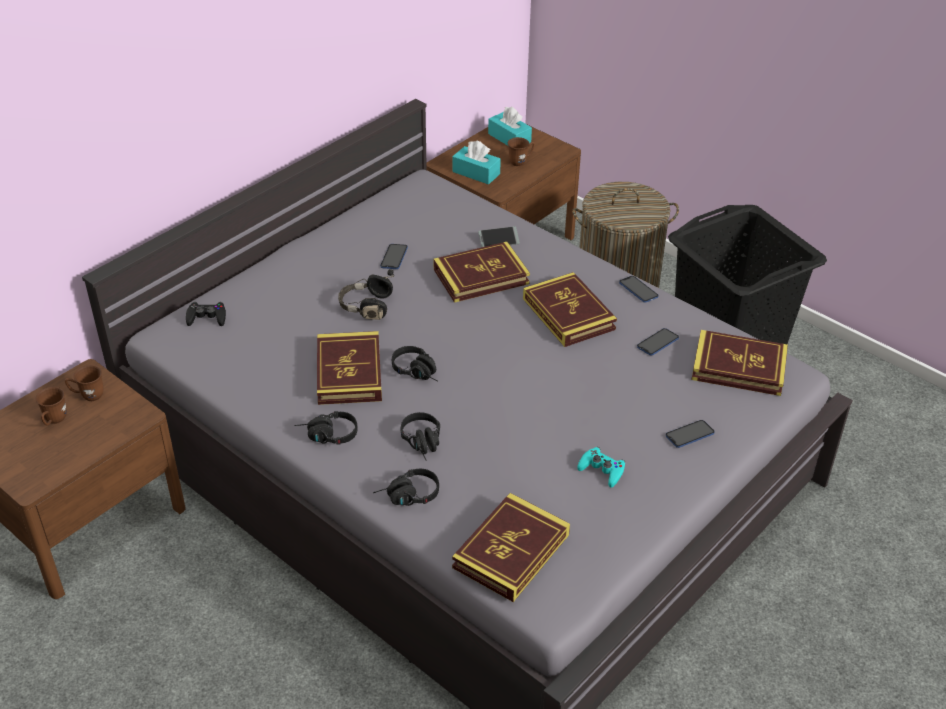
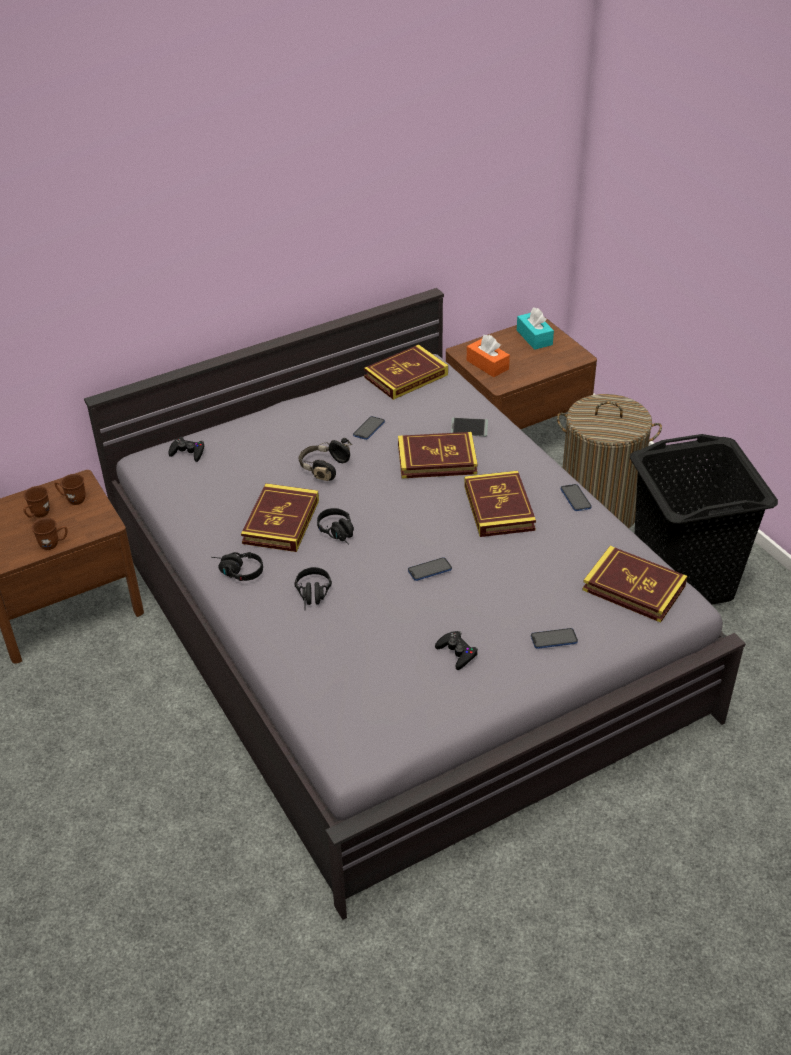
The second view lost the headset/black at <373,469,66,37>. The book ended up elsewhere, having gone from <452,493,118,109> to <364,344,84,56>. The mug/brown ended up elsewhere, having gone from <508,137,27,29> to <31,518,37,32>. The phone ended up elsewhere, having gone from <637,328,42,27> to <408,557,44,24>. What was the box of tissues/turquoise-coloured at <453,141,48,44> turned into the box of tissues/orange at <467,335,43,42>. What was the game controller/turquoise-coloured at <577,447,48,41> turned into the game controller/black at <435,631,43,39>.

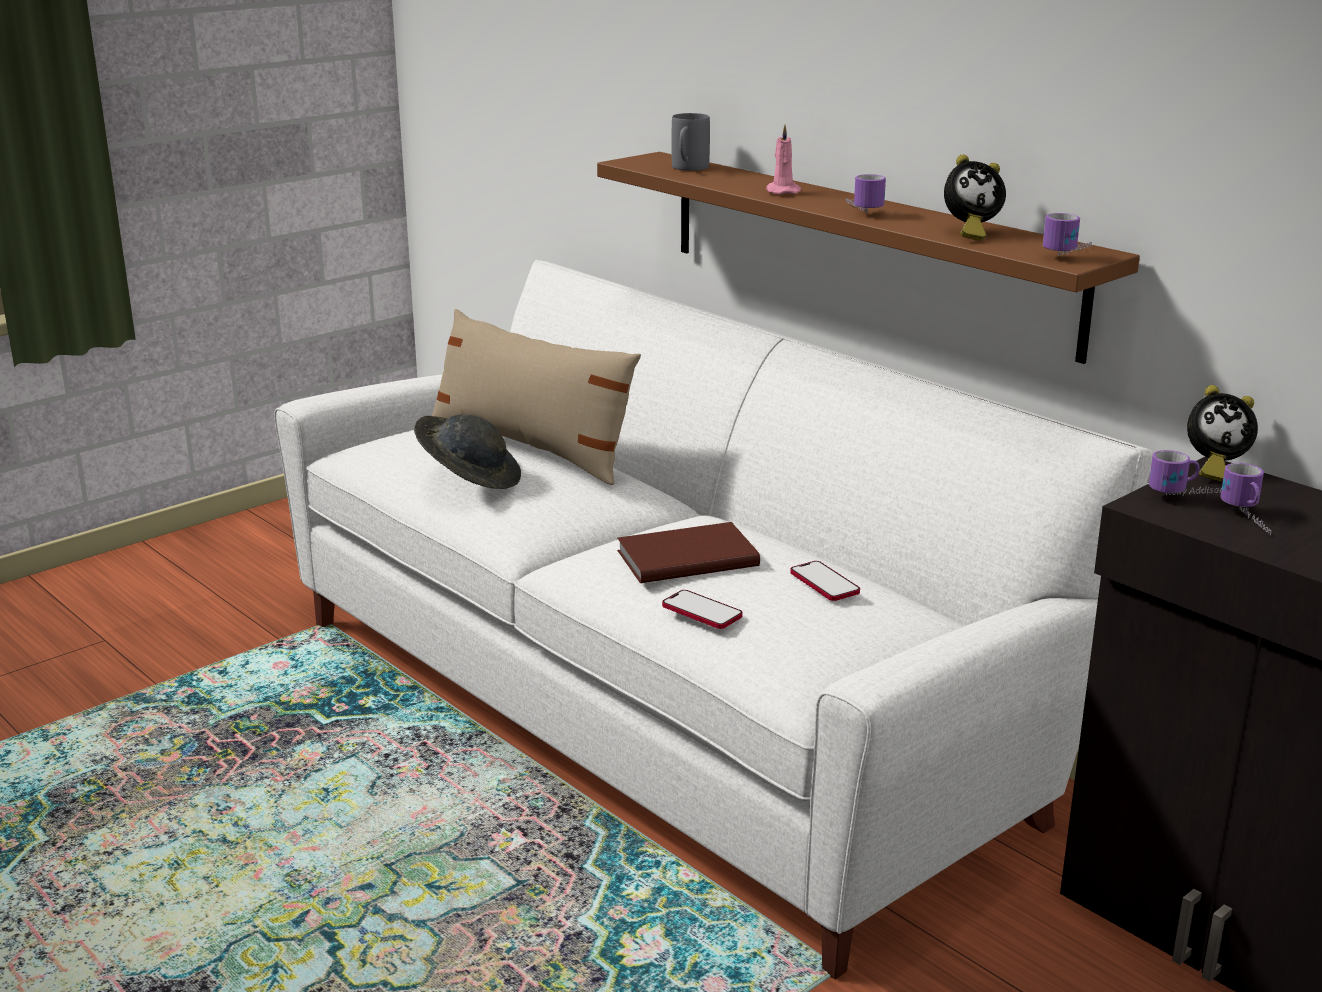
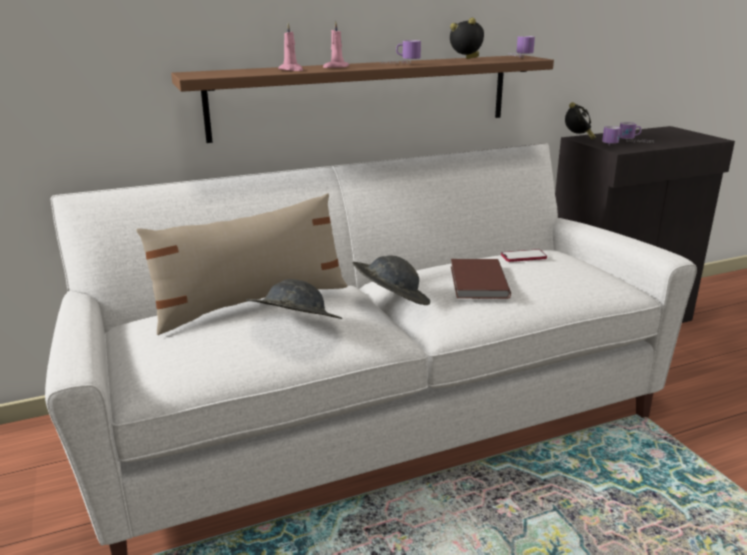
The second view lost the phone at <662,590,81,39>. The second view lost the mug/greyish at <671,113,39,58>. The second view gained the wax candle/pink-coloured at <278,22,25,49>. The second view gained the clothing hat/greyish at <353,255,77,50>. The bedside clock at <944,154,62,86> ended up facing another way, 90 degrees counterclockwise from before.

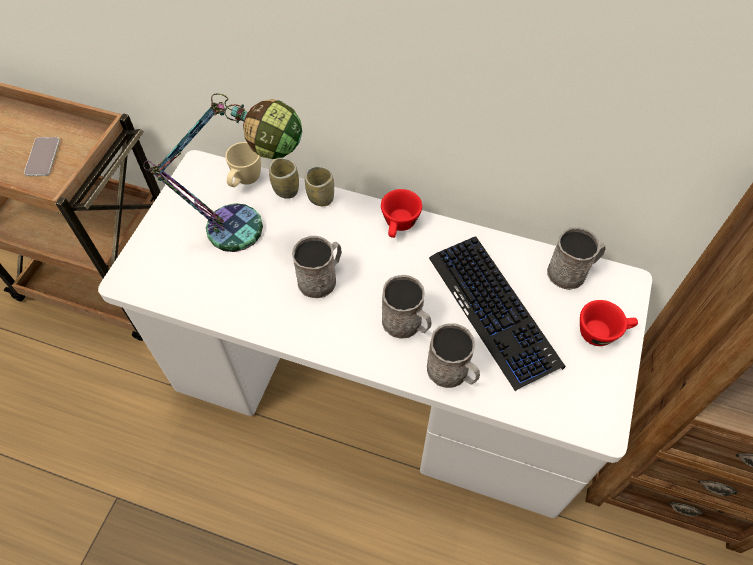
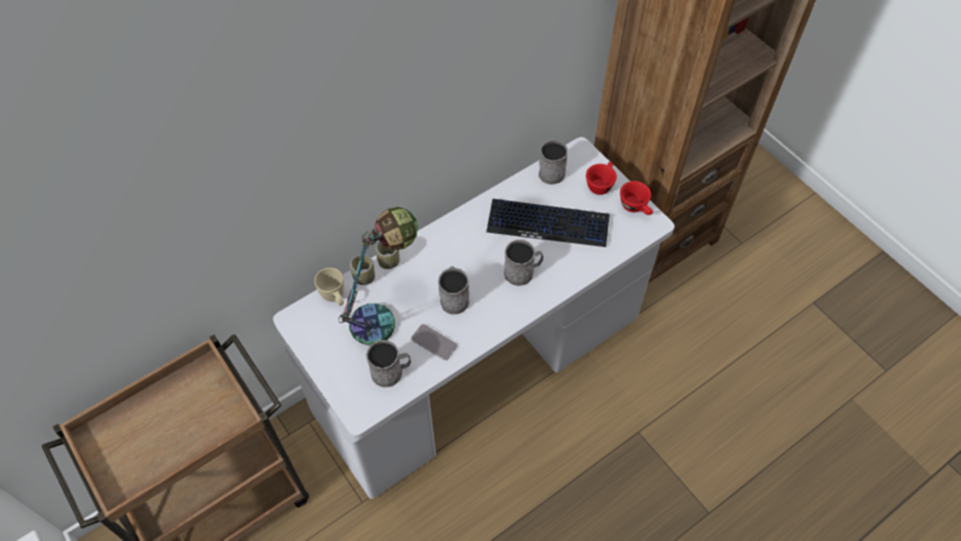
The phone ended up elsewhere, having gone from <24,137,36,39> to <411,324,46,36>. The drinking cup/red ended up elsewhere, having gone from <381,189,41,49> to <620,181,33,34>. The mug/greyish ended up elsewhere, having gone from <427,323,53,65> to <366,340,45,48>.

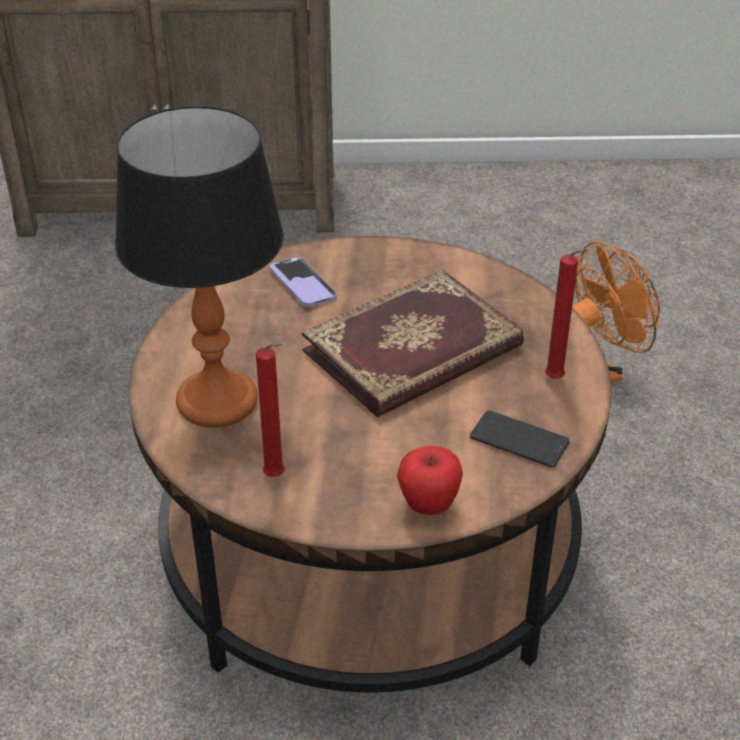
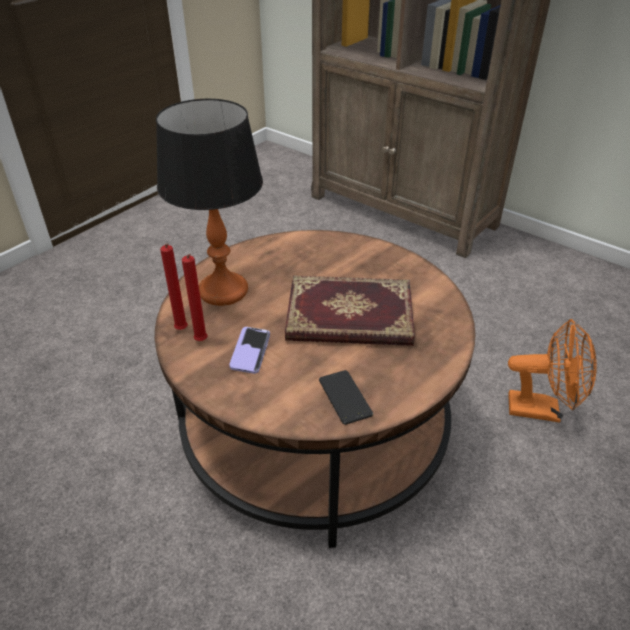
The second view lost the whole apple at <397,446,66,69>. The phone ended up elsewhere, having gone from <270,257,67,49> to <229,327,41,47>. The wax candle/red ended up elsewhere, having gone from <545,249,43,130> to <160,243,28,87>.

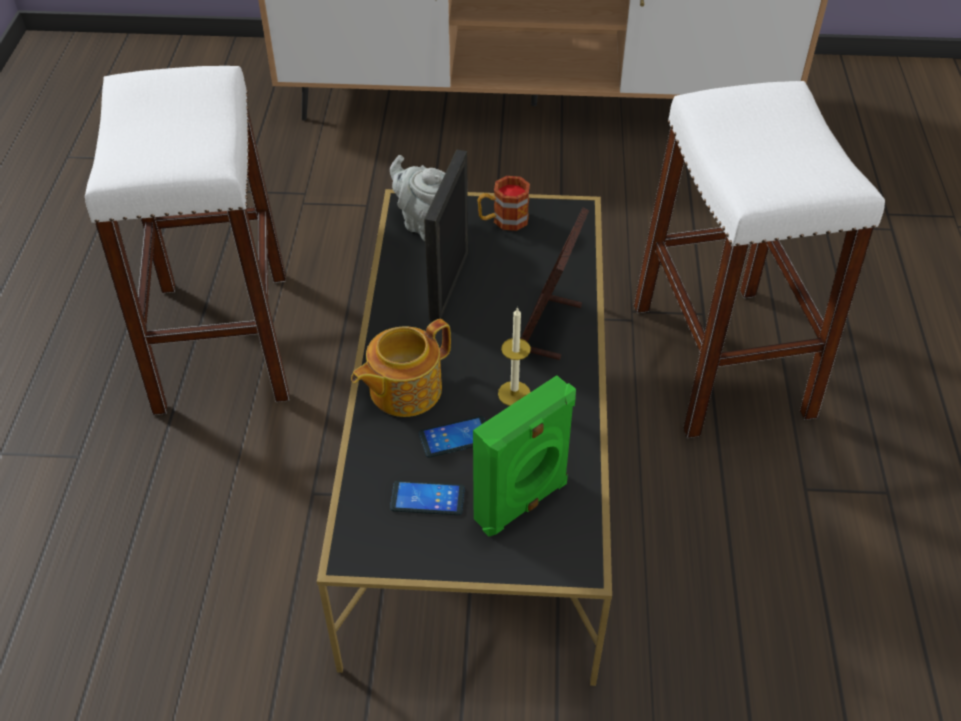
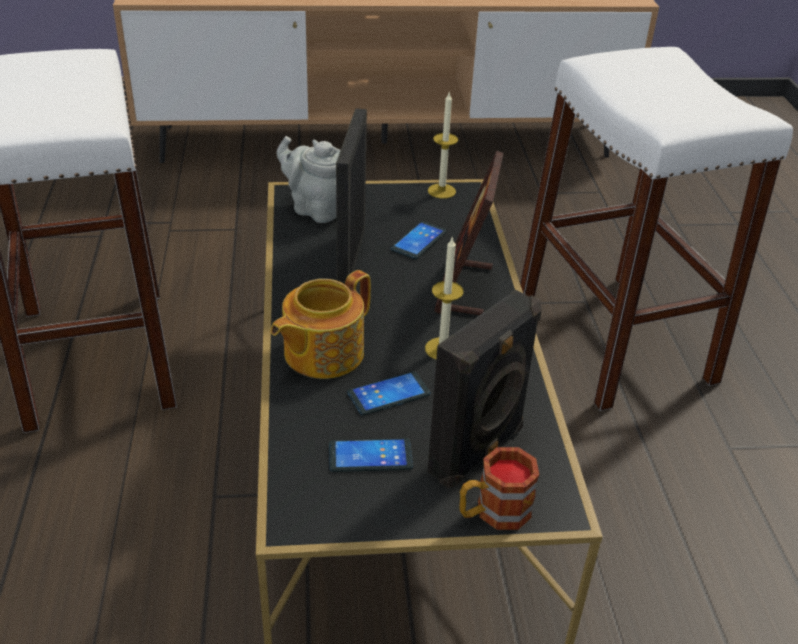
The second view gained the phone at <390,221,57,38>. The second view gained the wax candle at <428,93,30,106>. The mug ended up elsewhere, having gone from <477,176,53,55> to <460,447,79,83>. What was the audio speaker/green at <473,375,103,161> turned into the audio speaker/black at <427,289,115,200>.

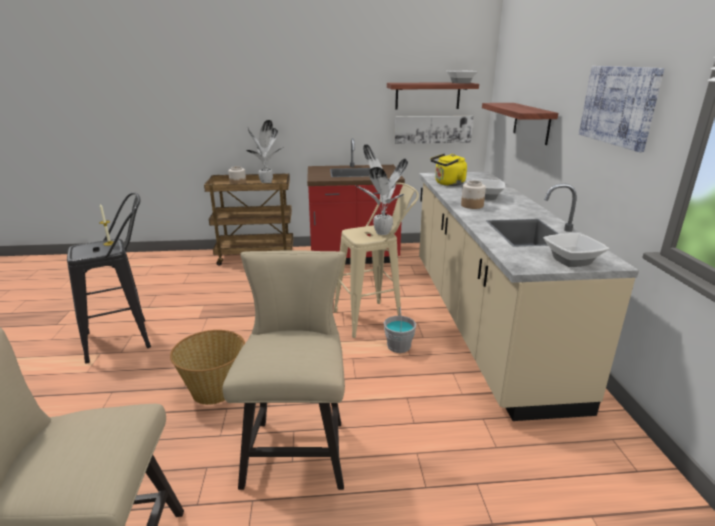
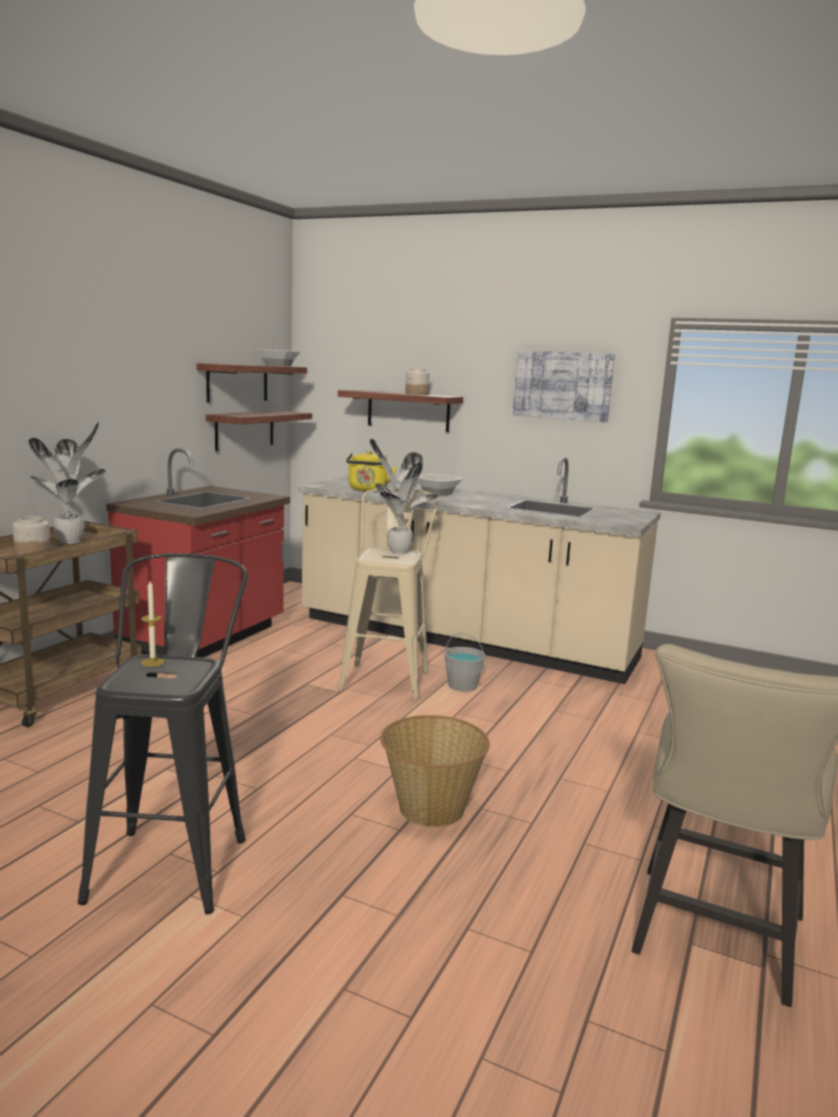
The second view lost the upright chair/sand-coloured at <222,250,123,240>. The second view lost the bowl at <543,233,66,34>. The jar ended up elsewhere, having gone from <461,180,25,29> to <405,368,24,27>. Where the wall picture hung at <394,116,79,28>, the wall shelf came to hang at <205,410,107,41>.

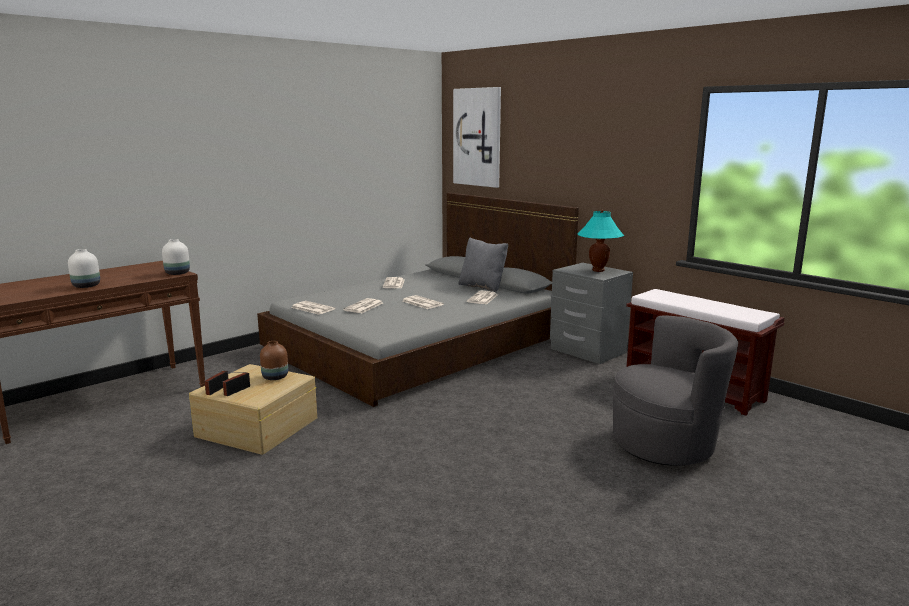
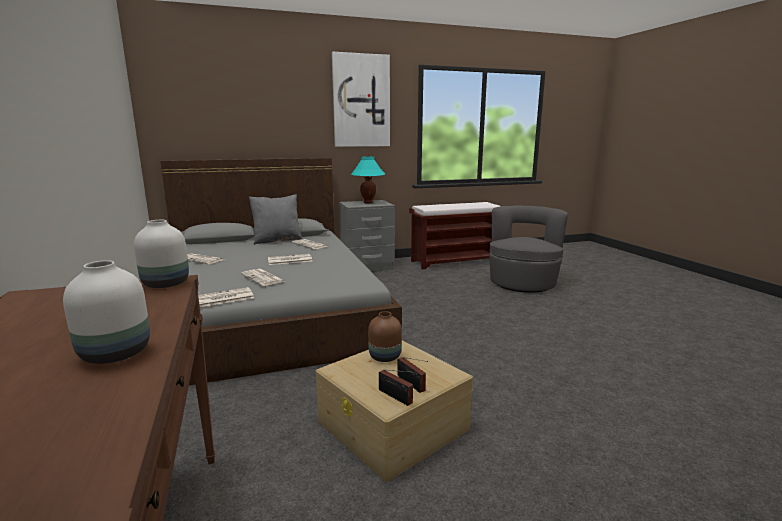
The wall picture ended up elsewhere, having gone from <453,87,48,101> to <332,52,58,95>.

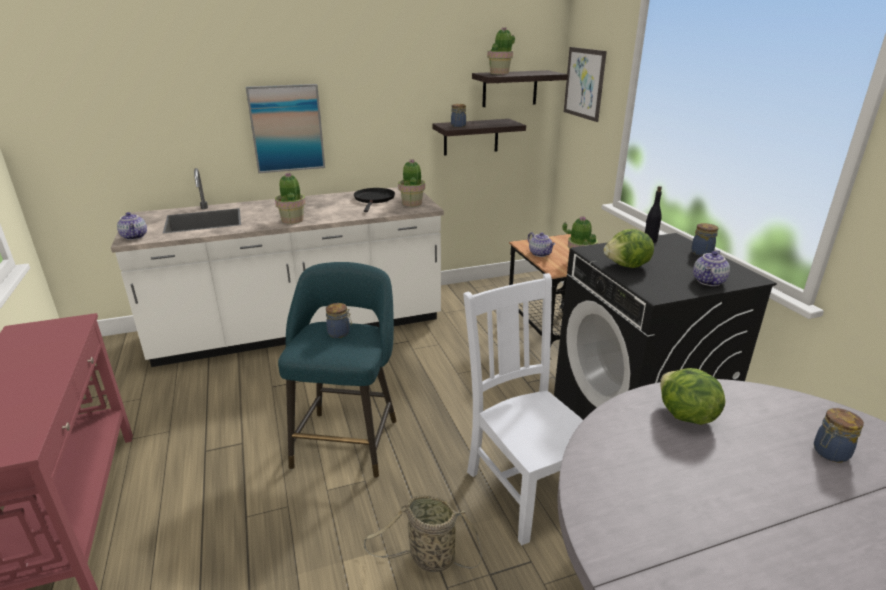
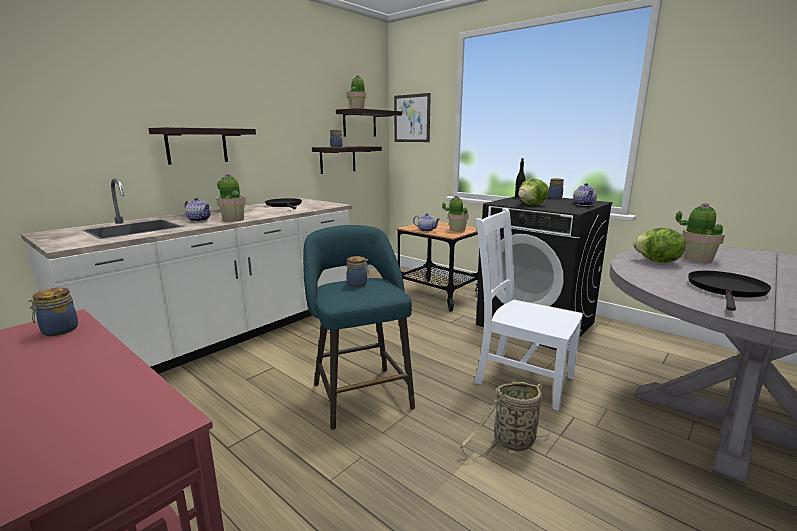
The second view gained the frying pan/black at <688,271,83,40>. The pot for tea ended up elsewhere, having gone from <117,212,30,28> to <185,198,26,24>. The houseplant ended up elsewhere, having gone from <398,159,27,48> to <676,203,49,60>. The jar ended up elsewhere, having gone from <814,408,50,54> to <28,288,50,48>. Where the wall picture hung at <246,84,79,89>, the wall shelf came to hang at <149,127,107,37>.

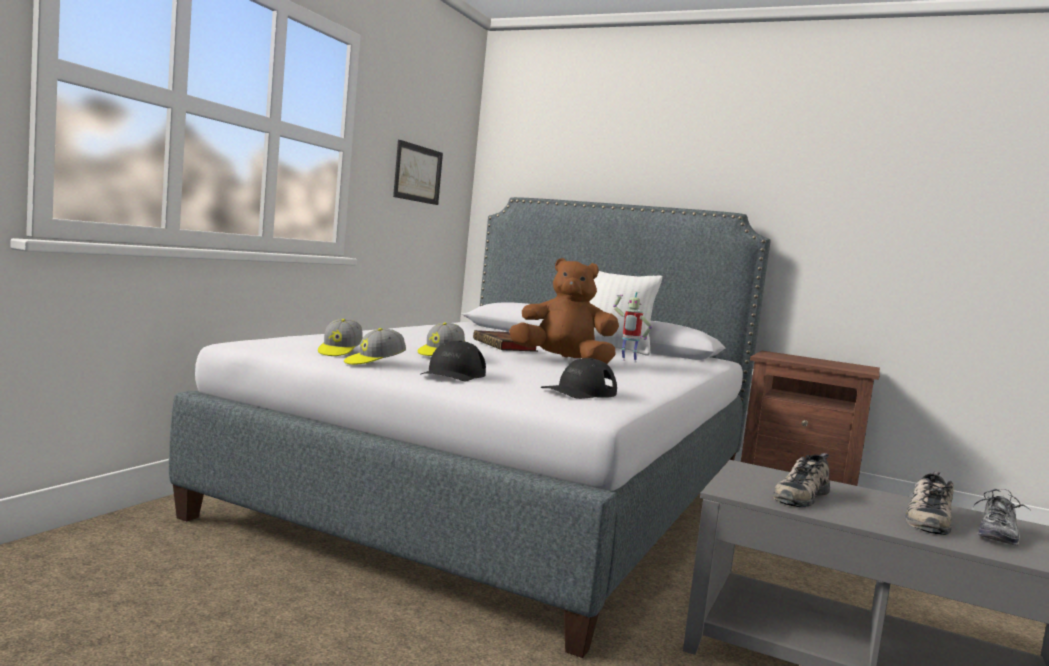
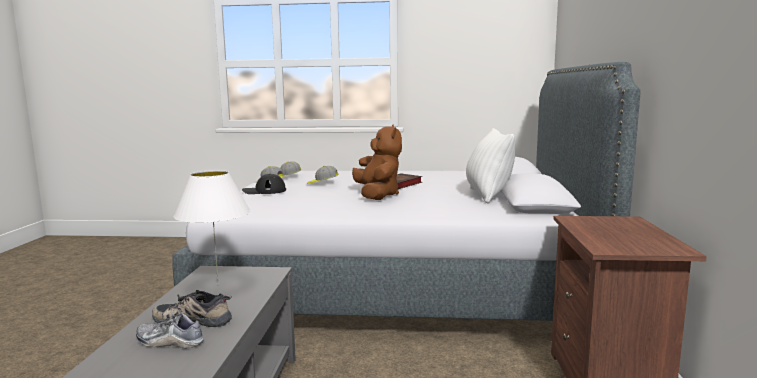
The second view lost the wall picture at <393,140,50,65>. The second view lost the baseball cap/black at <541,358,76,41>. The second view lost the model robot at <613,291,39,72>. Where the shoe stood at <773,453,57,54>, the tabletop lamp/white came to stand at <174,170,76,116>.

